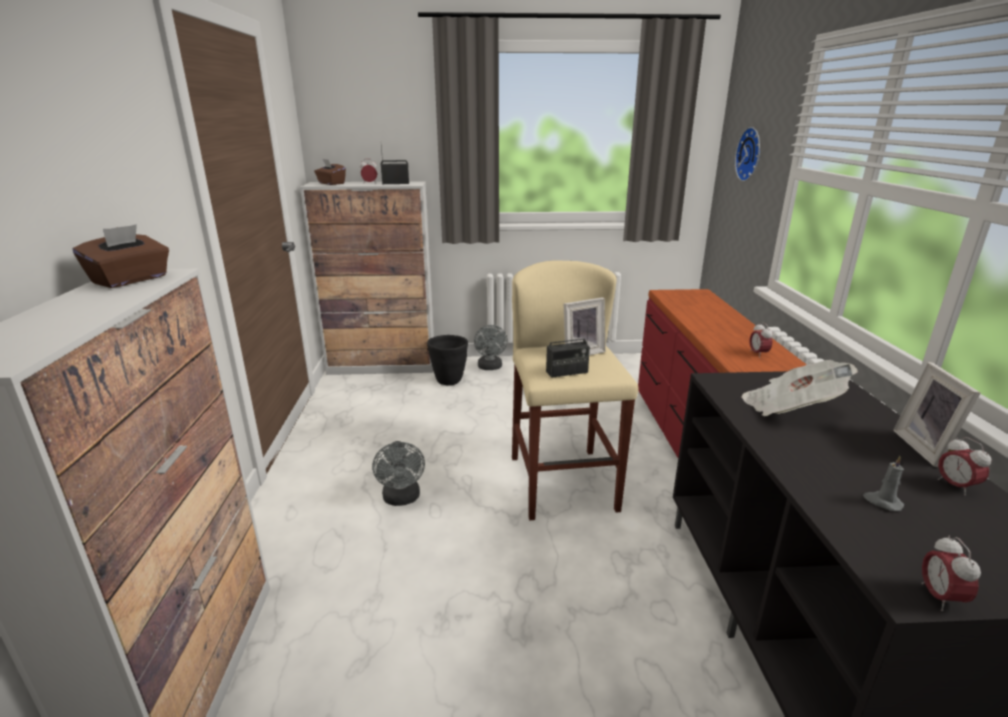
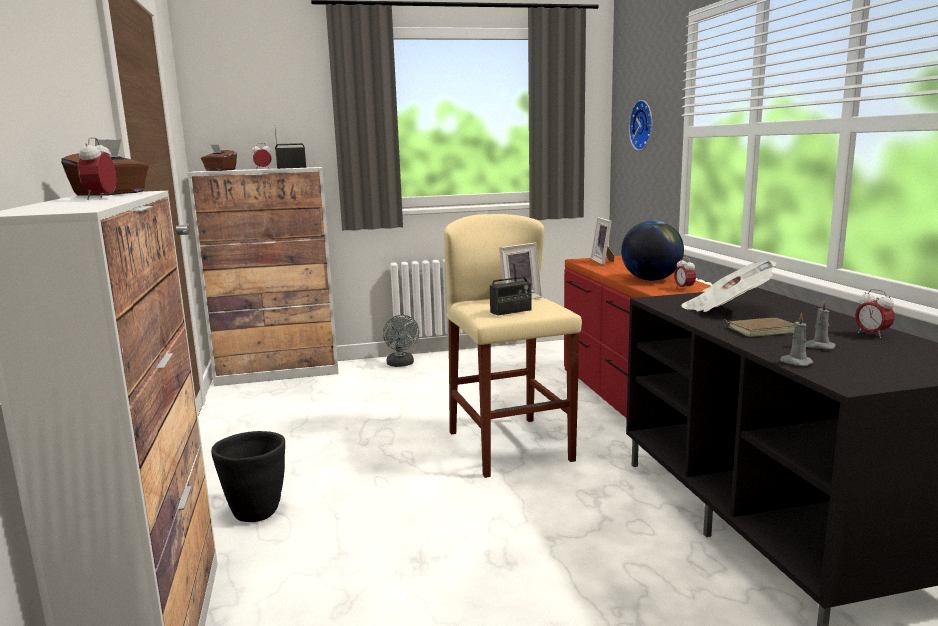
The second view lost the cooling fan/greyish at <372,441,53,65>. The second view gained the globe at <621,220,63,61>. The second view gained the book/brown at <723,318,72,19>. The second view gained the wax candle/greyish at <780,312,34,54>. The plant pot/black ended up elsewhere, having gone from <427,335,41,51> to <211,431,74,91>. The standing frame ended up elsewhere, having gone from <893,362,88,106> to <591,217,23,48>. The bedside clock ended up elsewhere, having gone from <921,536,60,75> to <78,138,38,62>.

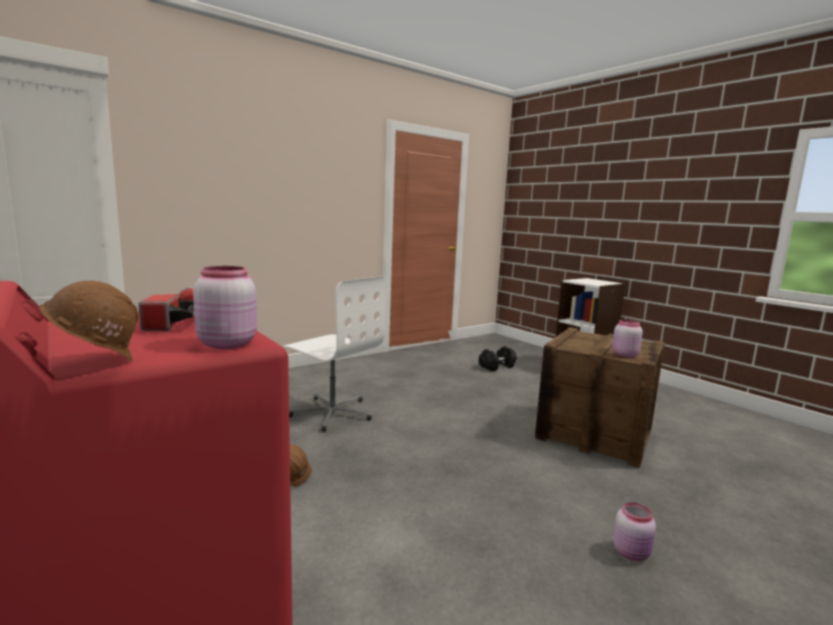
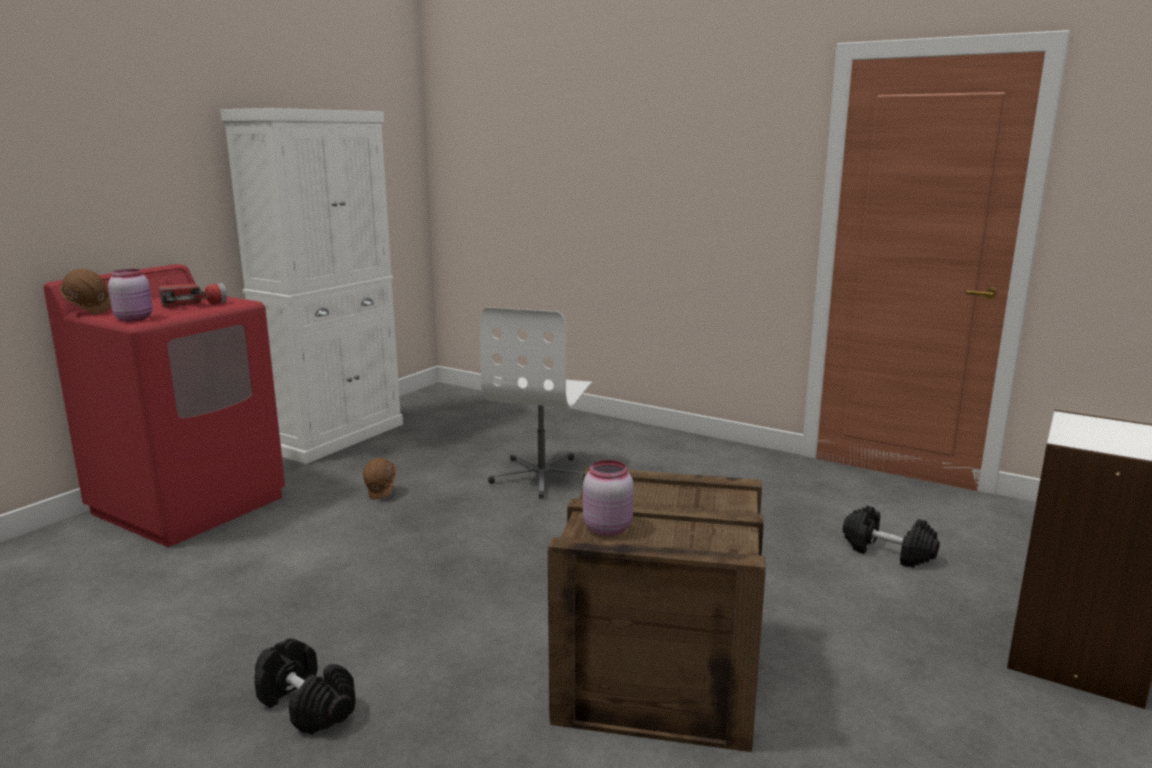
Where the jar/pink-coloured stood at <613,502,43,59>, the free weight/black came to stand at <254,638,102,97>.

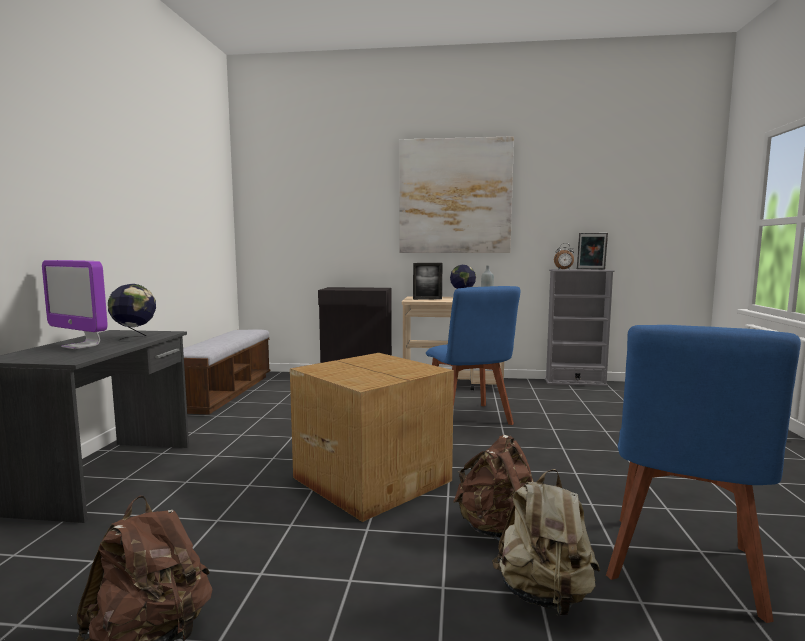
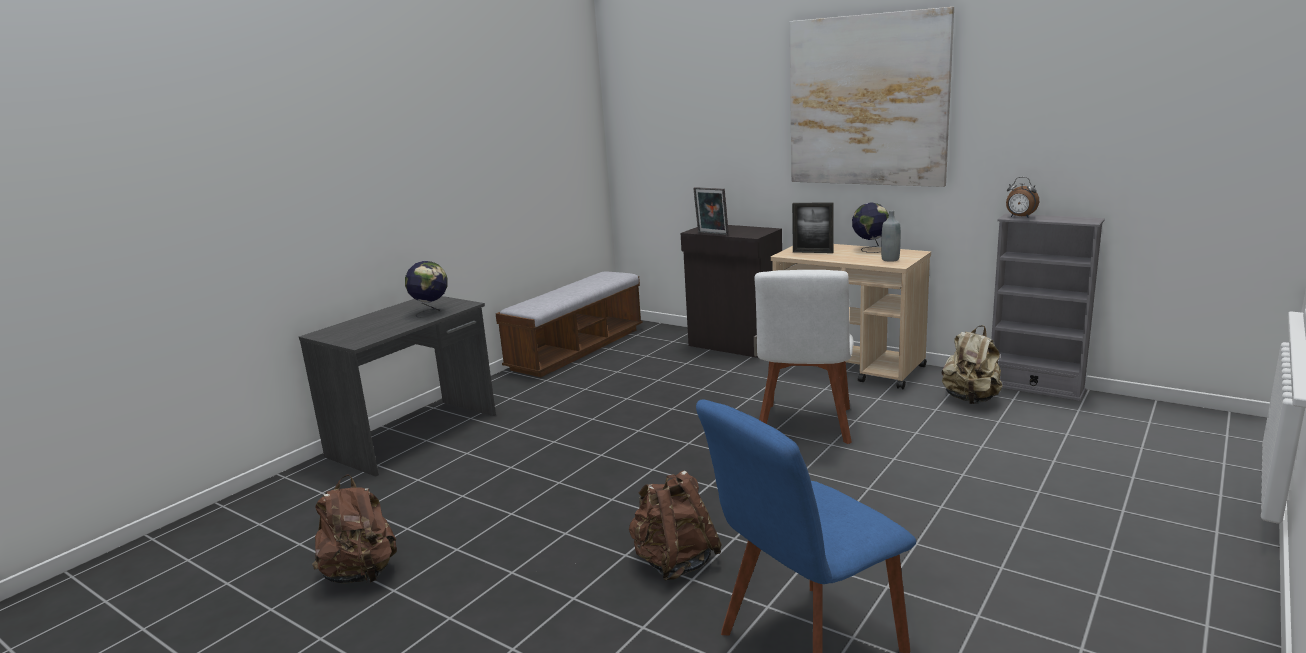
The second view lost the computer screen at <42,260,66,89>. The second view lost the carton at <290,353,164,169>. The rucksack/sand-coloured ended up elsewhere, having gone from <492,469,108,146> to <942,325,61,79>. The standing frame ended up elsewhere, having gone from <577,233,31,36> to <693,187,36,48>. What was the upright chair/blue-coloured at <426,286,95,139> turned into the upright chair/white at <754,270,100,174>.

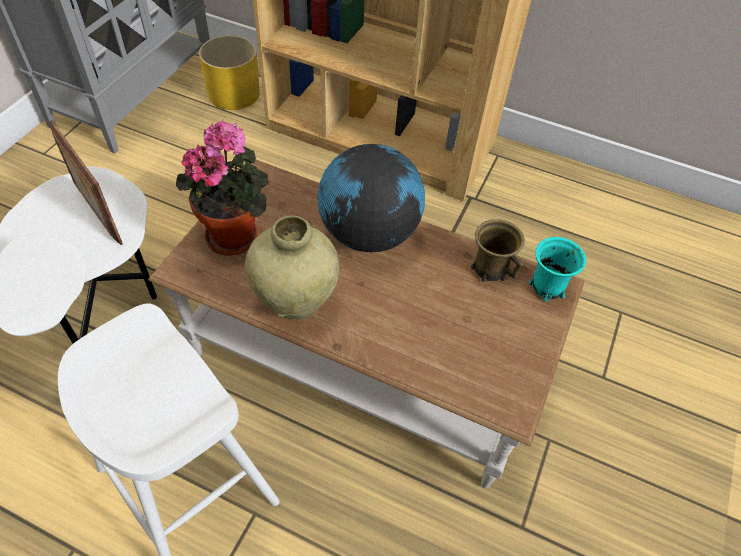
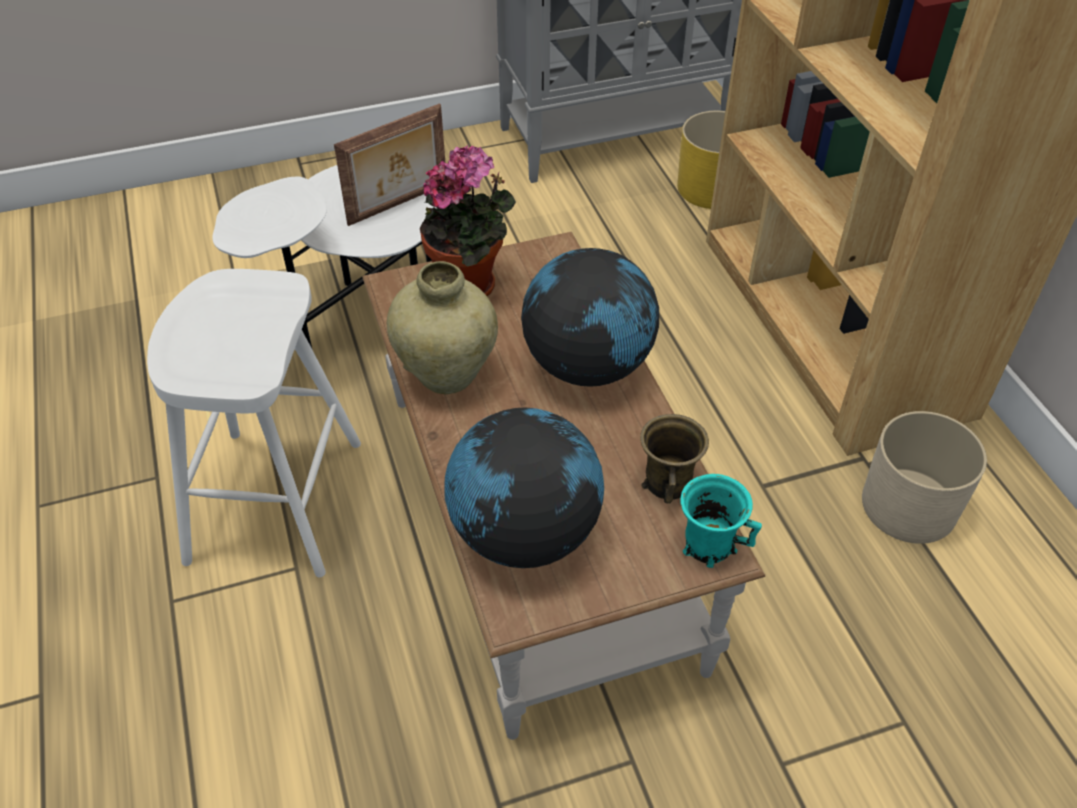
The second view gained the globe at <444,408,160,160>. The second view gained the plant pot/sand-coloured at <862,411,125,133>. The standing frame at <50,120,73,125> ended up facing another way, 135 degrees counterclockwise from before.

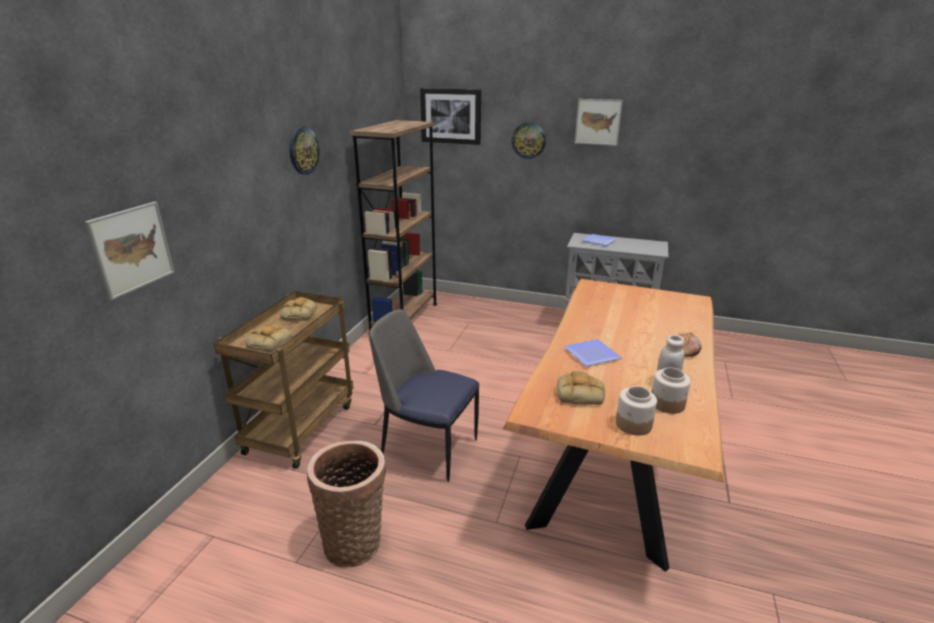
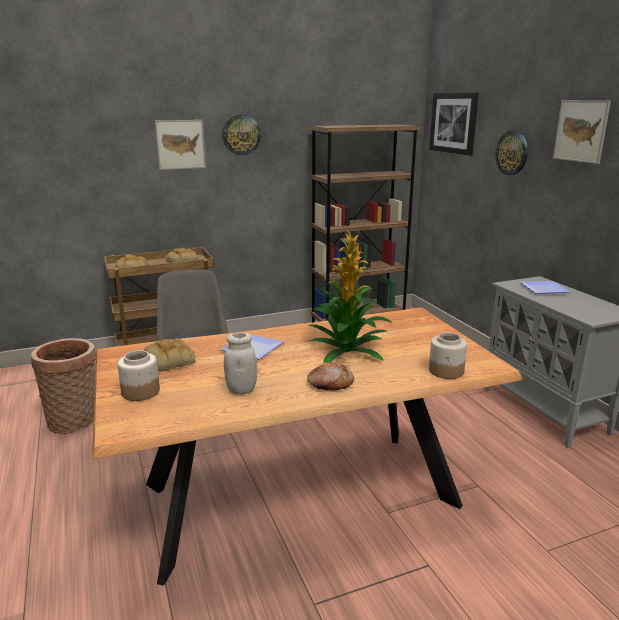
The second view gained the houseplant at <309,228,83,135>. The wall picture ended up elsewhere, having gone from <85,202,90,98> to <154,120,52,50>. The jar ended up elsewhere, having gone from <652,367,39,47> to <429,332,38,47>.

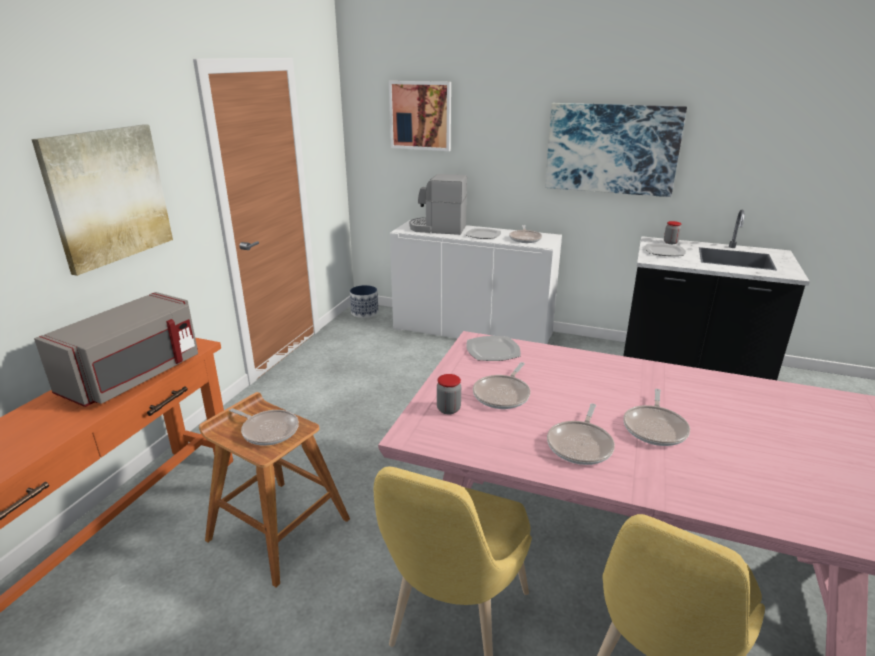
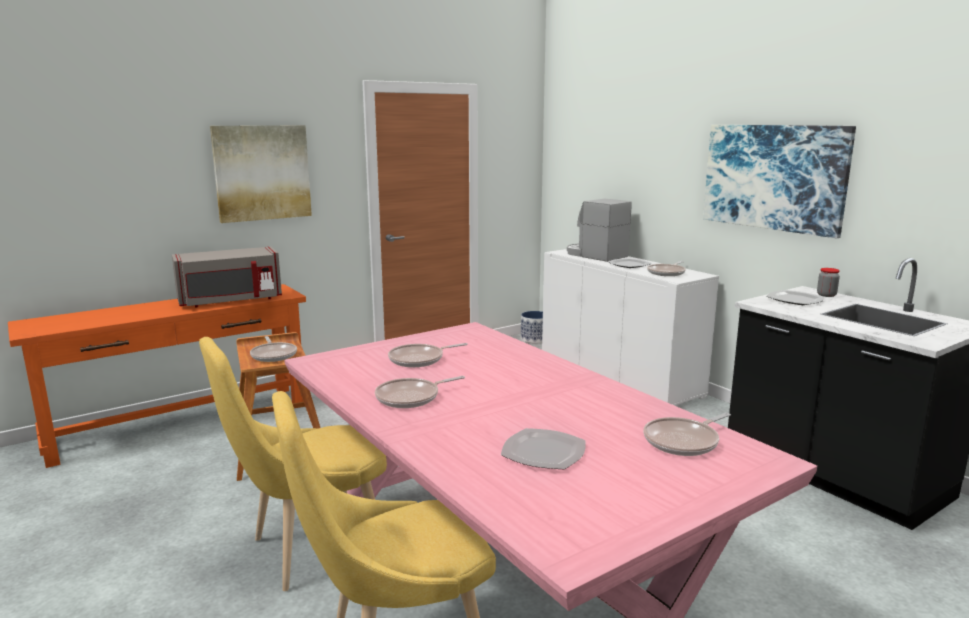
The second view lost the wall picture at <389,81,62,70>. The second view lost the jar at <437,374,24,41>. The plate ended up elsewhere, having gone from <466,336,55,25> to <501,428,85,42>. The frying pan ended up elsewhere, having gone from <623,389,67,57> to <643,413,88,43>.

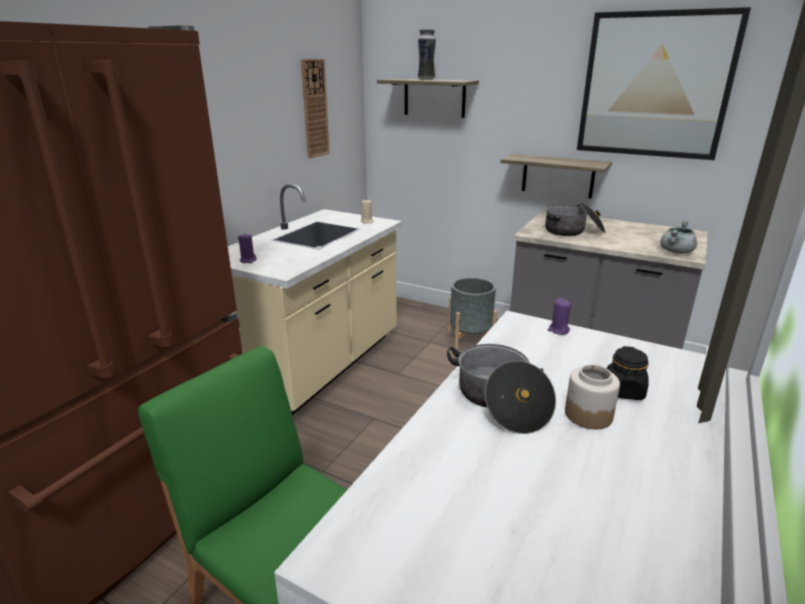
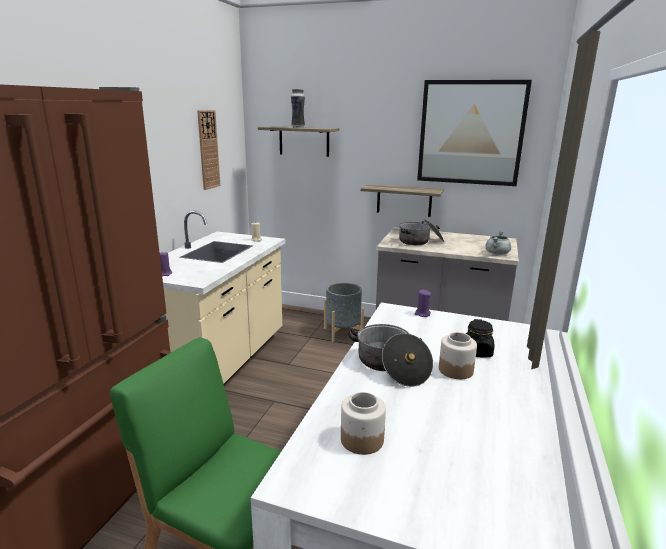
The second view gained the jar at <341,392,45,63>.

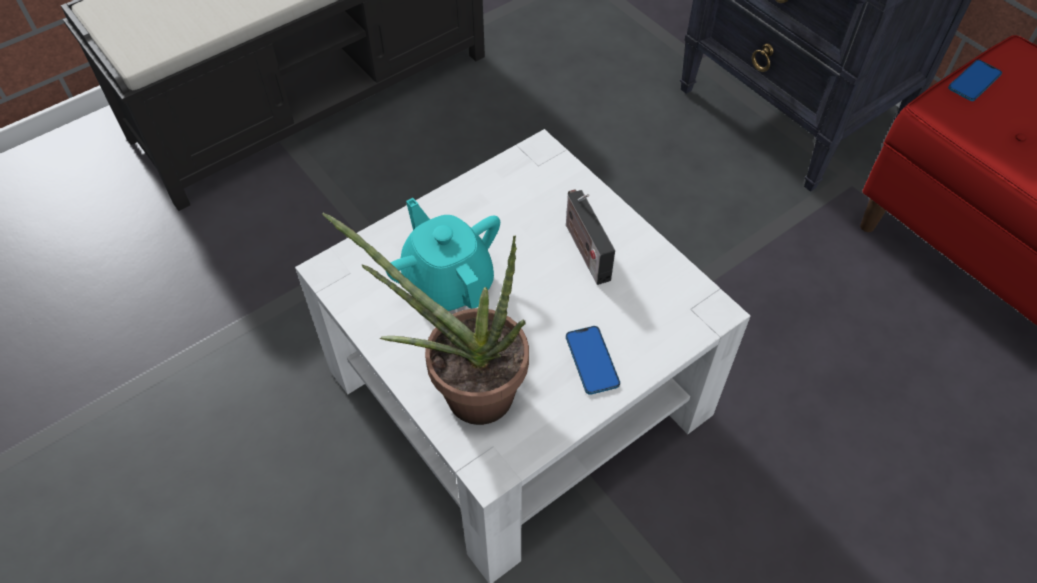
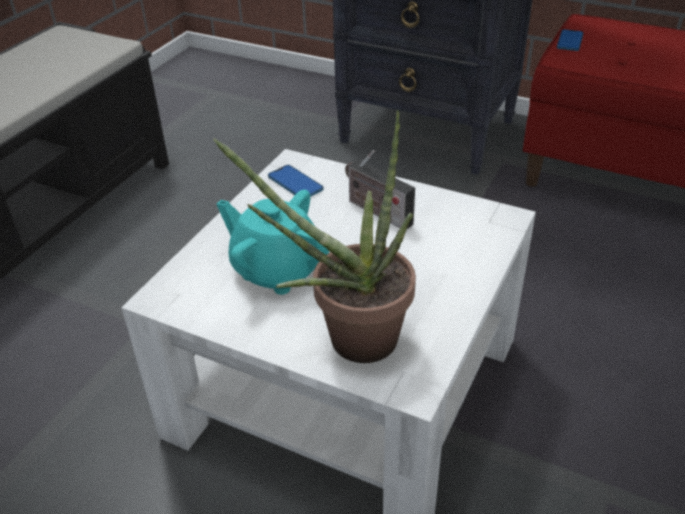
The phone ended up elsewhere, having gone from <566,326,54,69> to <268,165,55,32>.

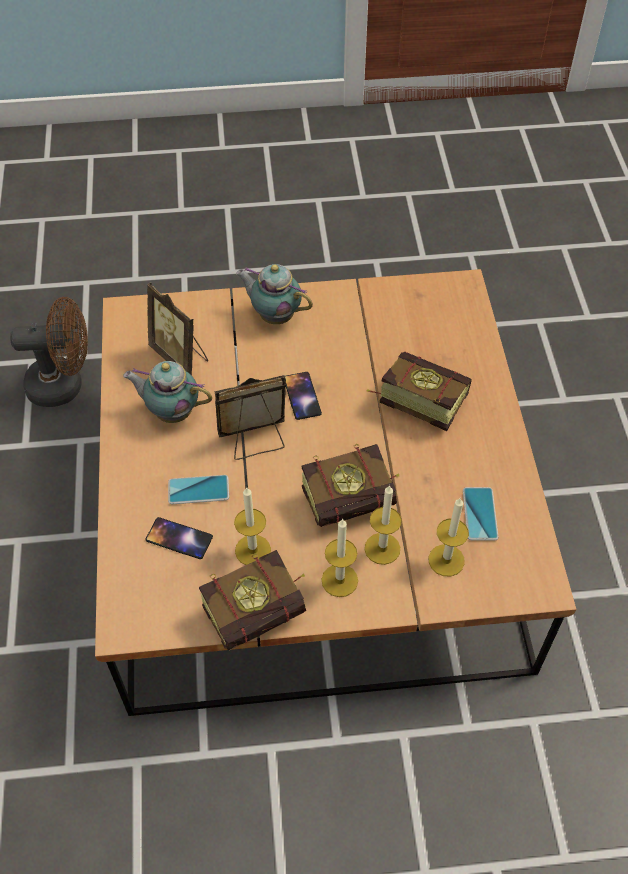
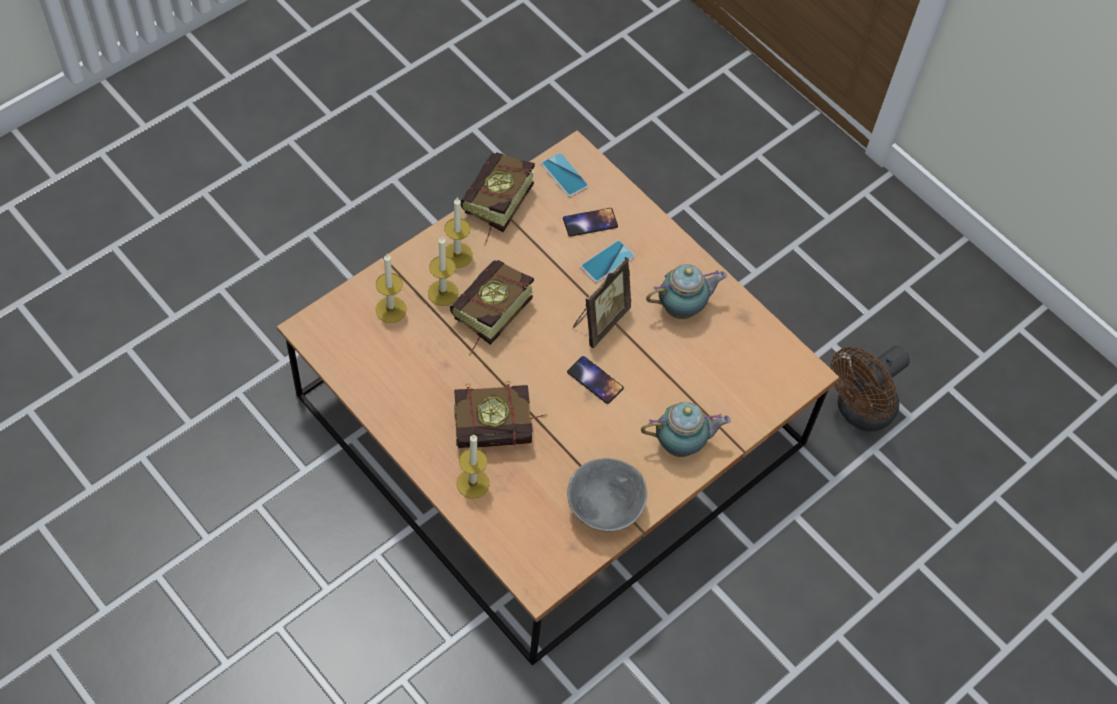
The second view lost the standing frame at <147,282,61,93>. The second view gained the bowl/greyish at <567,458,80,74>. The wax candle ended up elsewhere, having gone from <234,488,37,77> to <457,435,32,64>. The phone ended up elsewhere, having gone from <463,487,36,53> to <541,153,48,44>.

